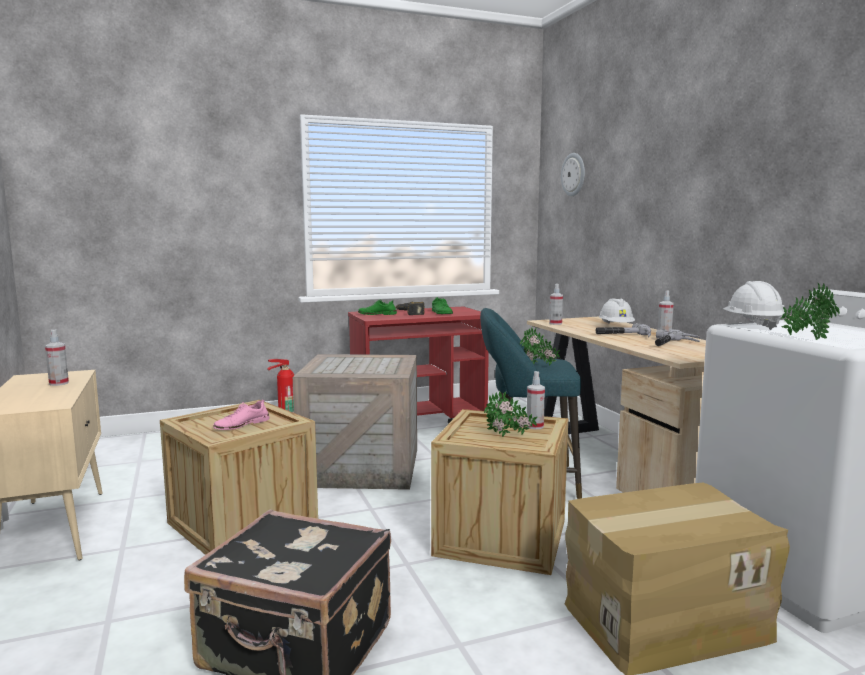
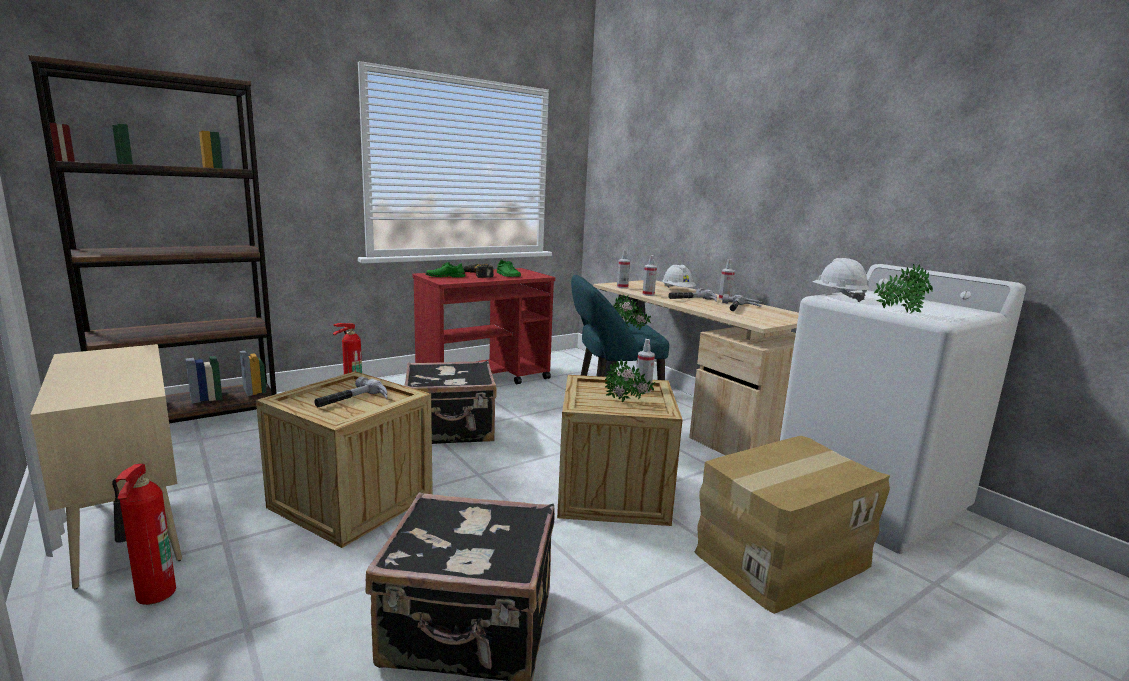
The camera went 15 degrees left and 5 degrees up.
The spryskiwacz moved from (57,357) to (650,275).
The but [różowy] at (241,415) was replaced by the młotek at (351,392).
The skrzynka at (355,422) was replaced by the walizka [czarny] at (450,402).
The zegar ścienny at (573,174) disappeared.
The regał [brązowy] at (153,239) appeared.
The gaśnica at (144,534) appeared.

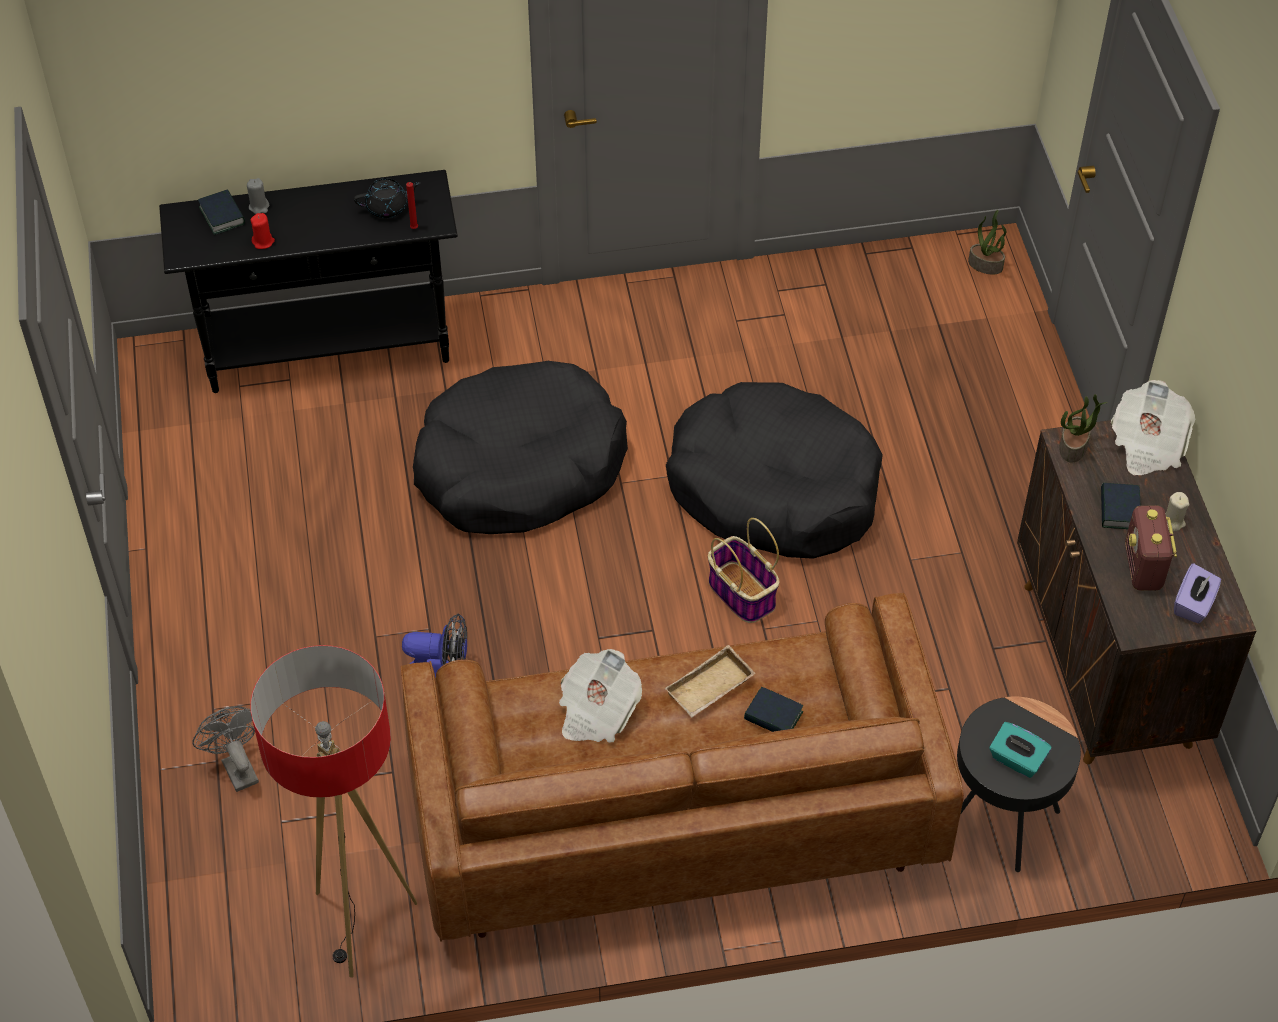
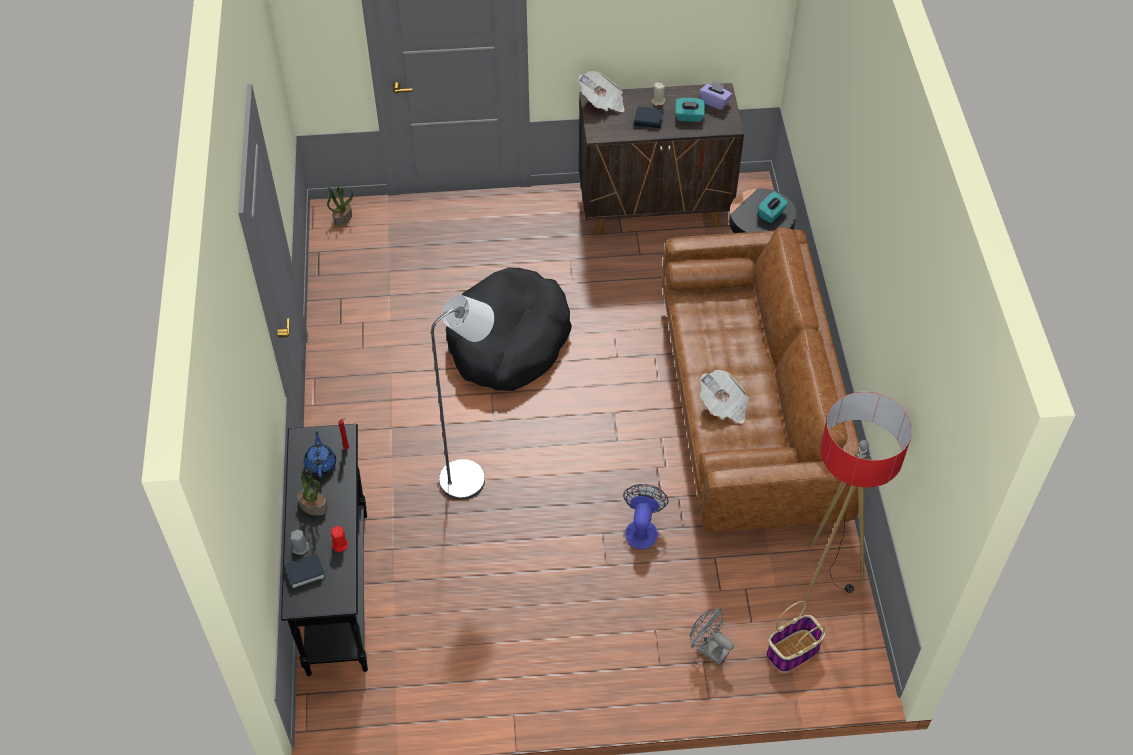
The camera went 85 degrees left and 0 degrees up.
The wentylator [szary] at (226,749) turned 60 degrees clockwise.
The imbryk [czarny] at (387,198) became the imbryk [niebieski] at (320,454).
The legowisko [czarny] at (520,447) was replaced by the lampa stojąca [szary] at (462,397).
The taca [beżowy] at (710,681) disappeared.
The koszyk moved from (744,570) to (795,636).
The książka at (774,709) disappeared.
The roślina doniczkowa moved from (1083,428) to (312,490).
The radio at (1151,548) was replaced by the pudełko chusteczek [turkusowy] at (690,110).

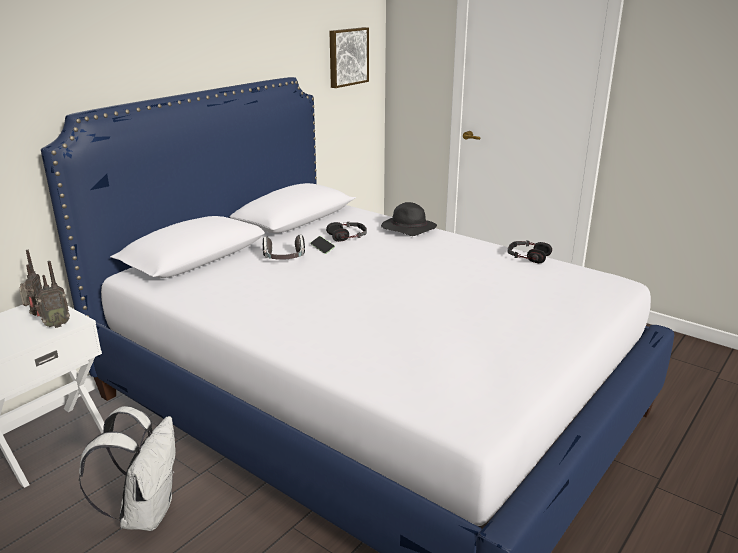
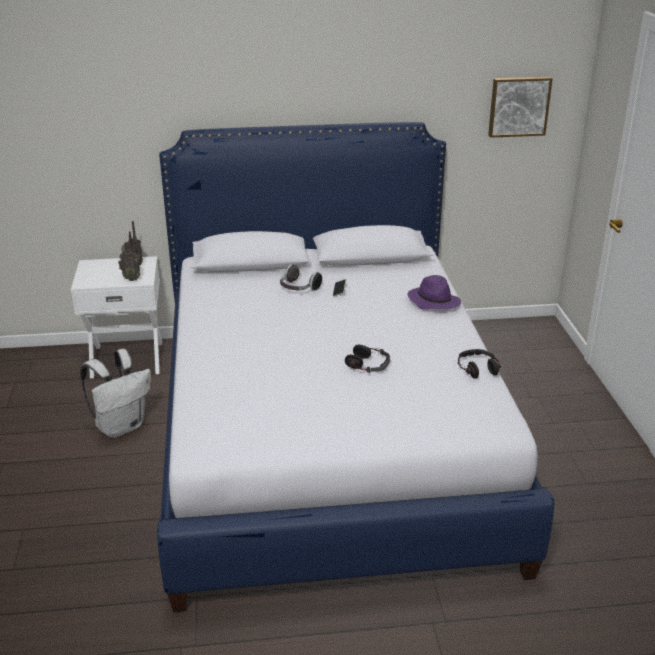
The camera went 45 degrees right and 5 degrees up.
The słuchawki moved from (346,232) to (367,359).
The kapelusz [czarny] at (409,219) became the kapelusz [fioletowy] at (434,292).

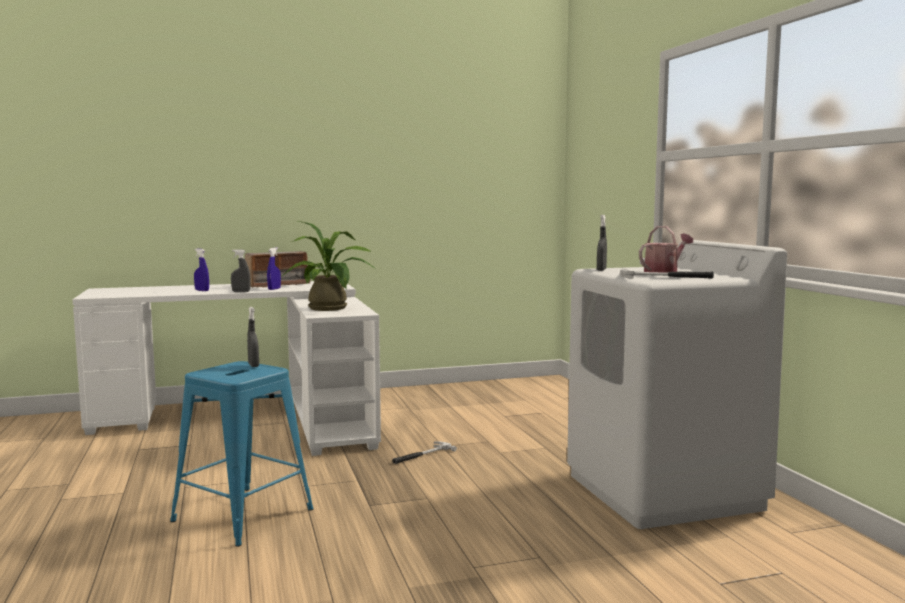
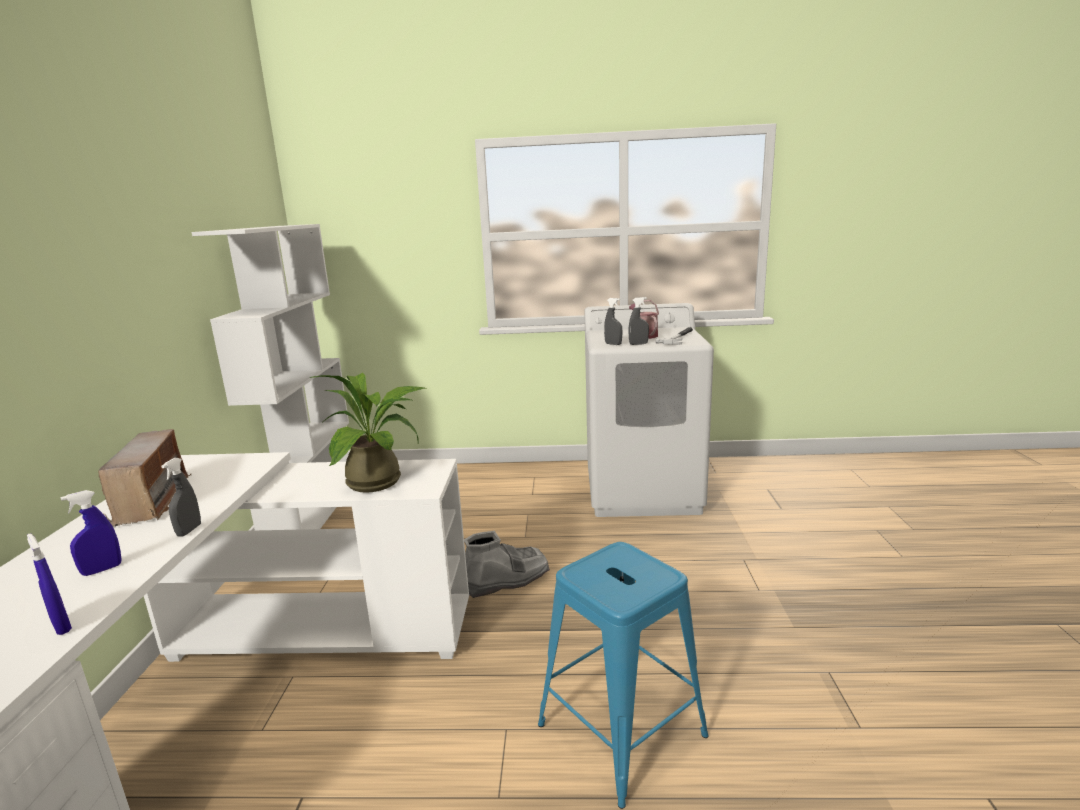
The camera went 70 degrees left and 10 degrees up.
The spryskiwacz [szary] moved from (253,337) to (638,321).
The spryskiwacz [niebieski] moved from (274,268) to (49,584).
The młotek at (424,452) was replaced by the but z cholewką [szary] at (507,564).
The regał [biały] at (270,377) appeared.

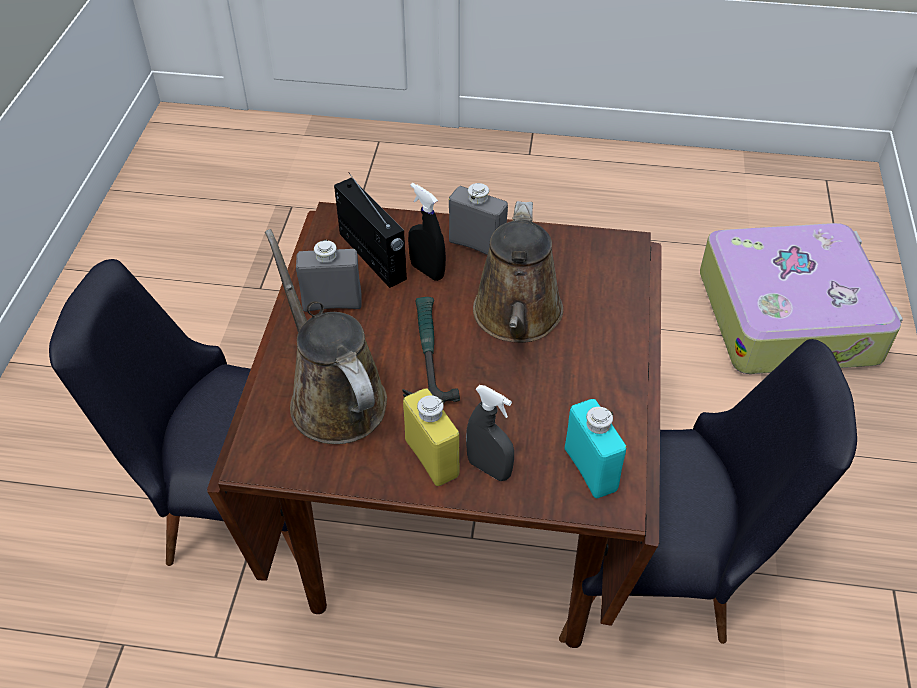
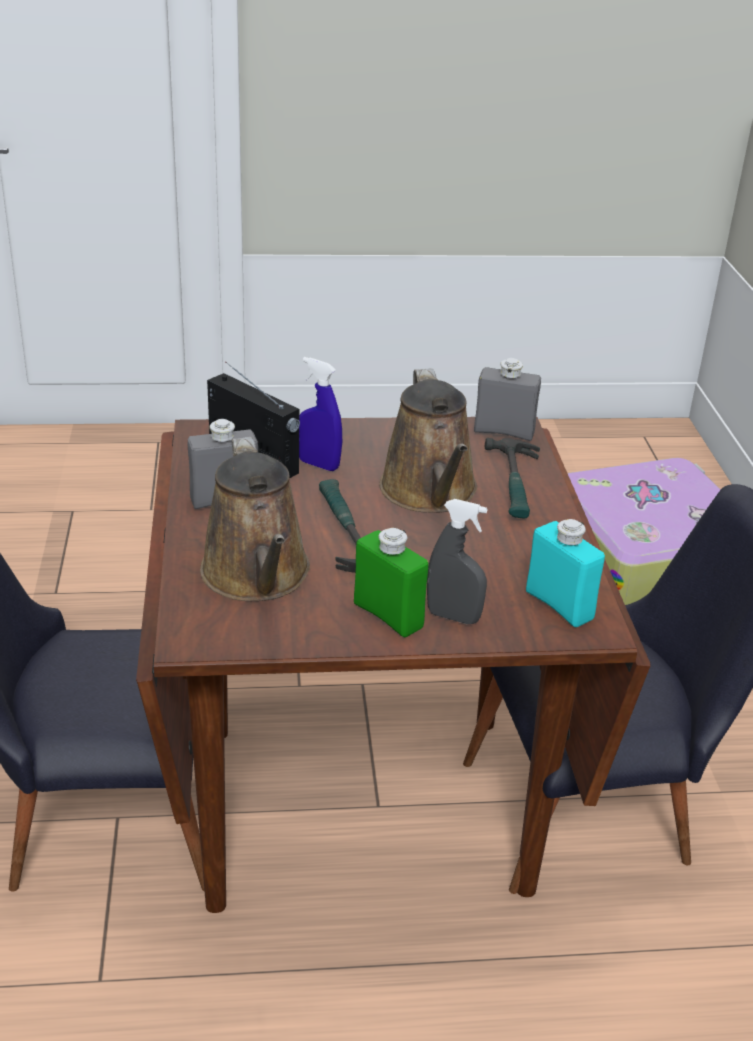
The camera went 15 degrees left and 15 degrees down.
The konewka [brązowy] at (326,336) turned 150 degrees counterclockwise.
The butelka [żółty] at (431,437) became the butelka [zielony] at (391,582).
The spryskiwacz [czarny] at (427,232) became the spryskiwacz [niebieski] at (320,414).
The butelka [szary] moved from (478,219) to (507,399).
The młotek at (512,478) appeared.

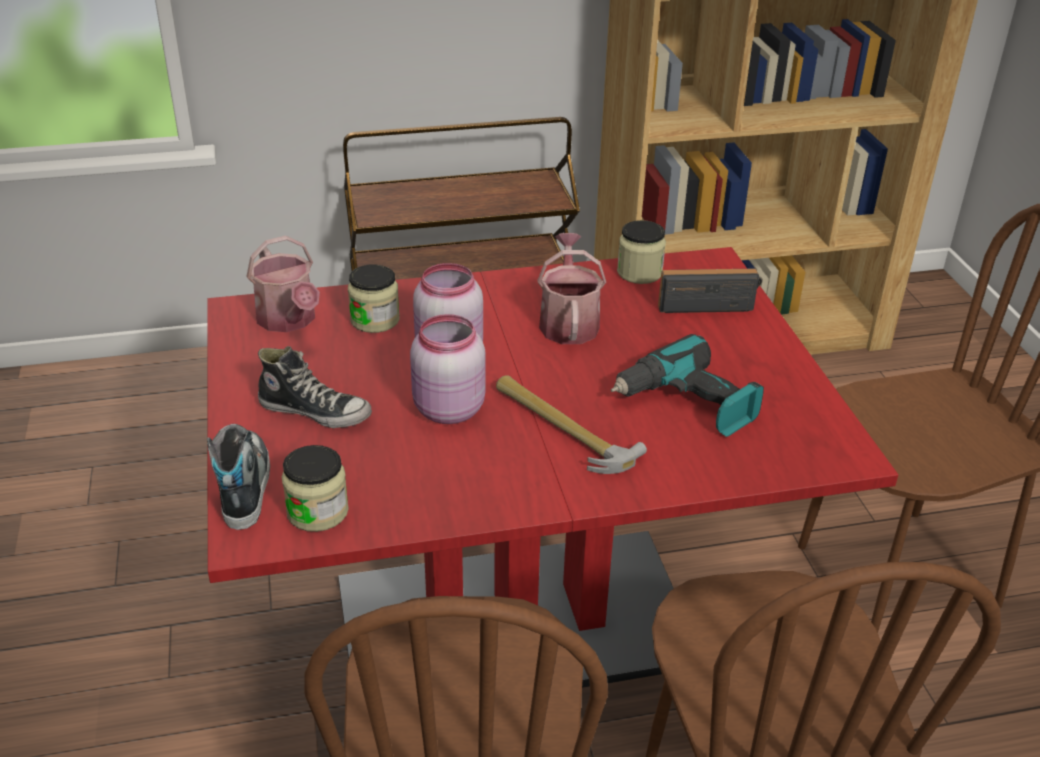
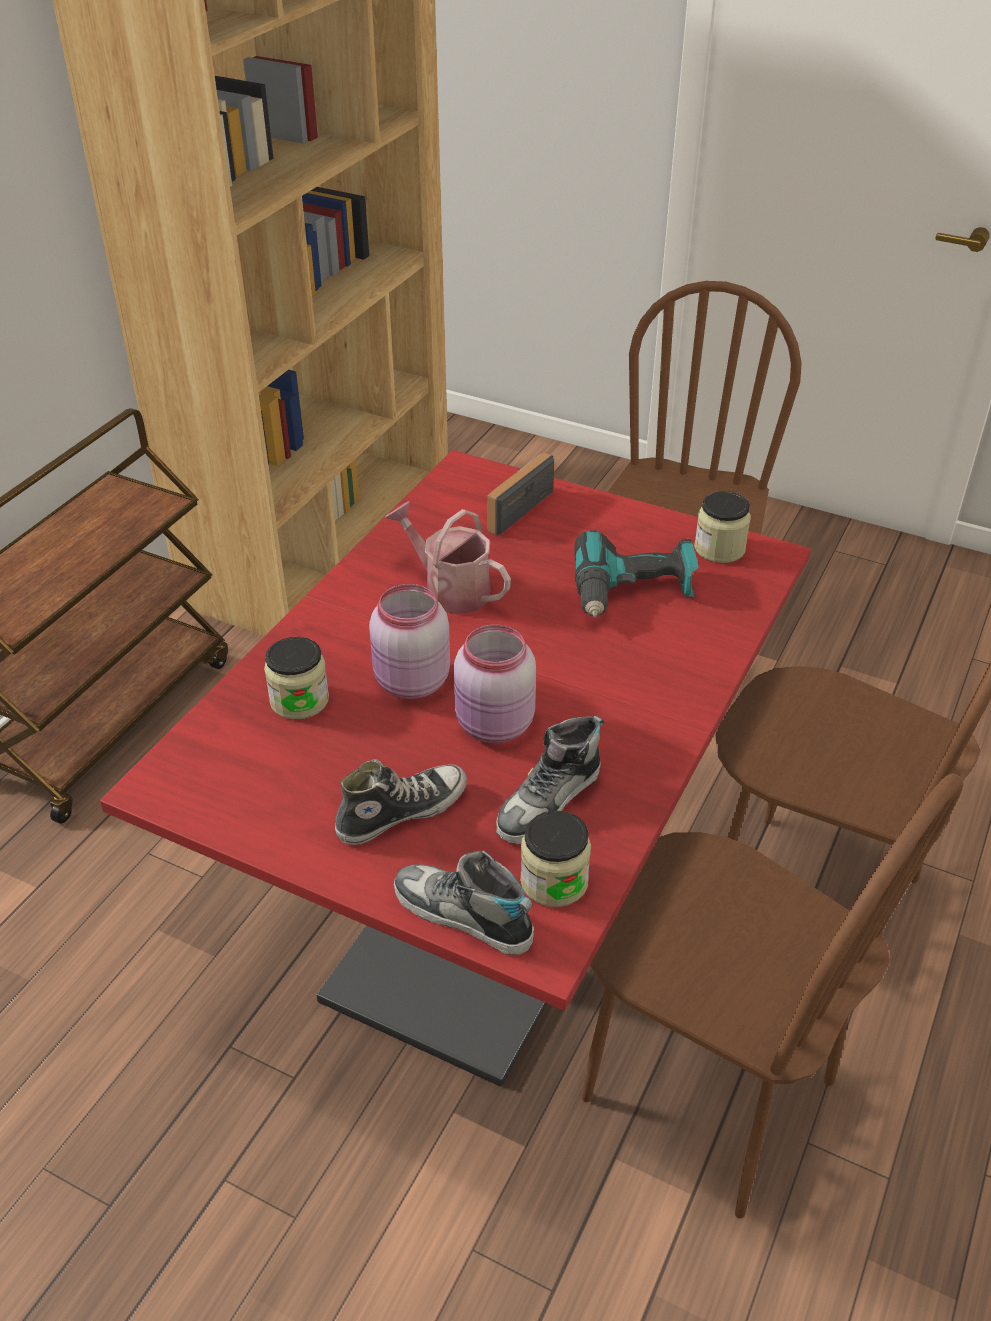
The camera went 50 degrees left and 5 degrees up.
The konewka at (283,284) disappeared.
The młotek at (571,425) disappeared.
The słoik moved from (641,252) to (722,527).
The but at (550,780) appeared.

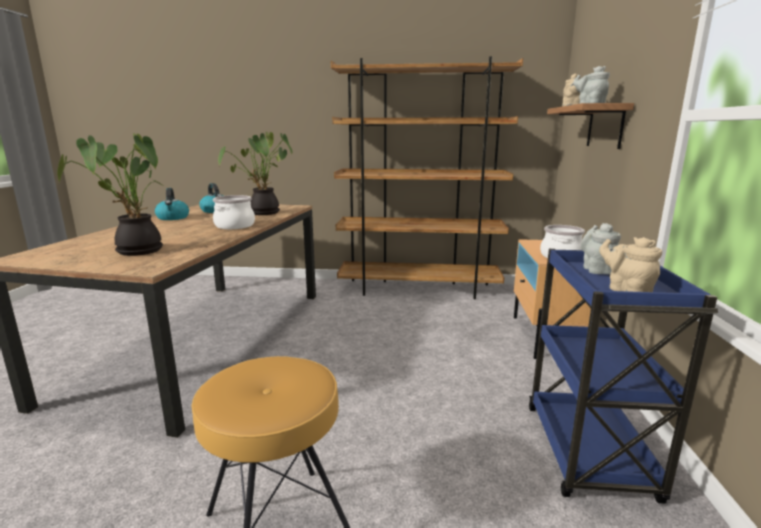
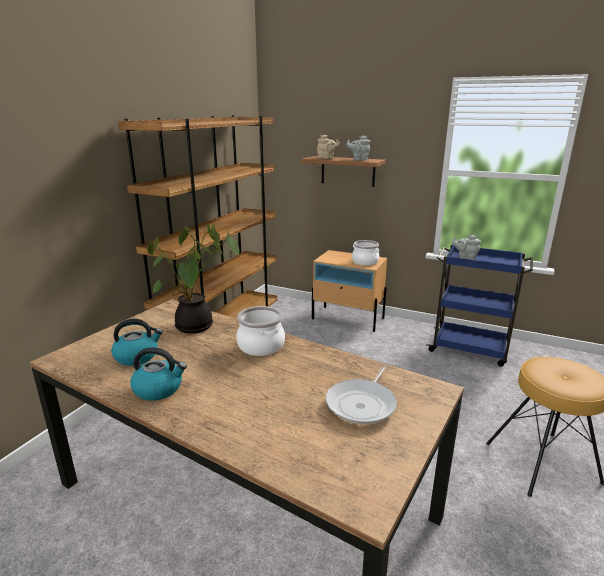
The camera went 70 degrees left and 5 degrees up.
The roślina doniczkowa at (110,194) was replaced by the patelnia at (361,395).
The imbryk [beżowy] at (630,264) disappeared.

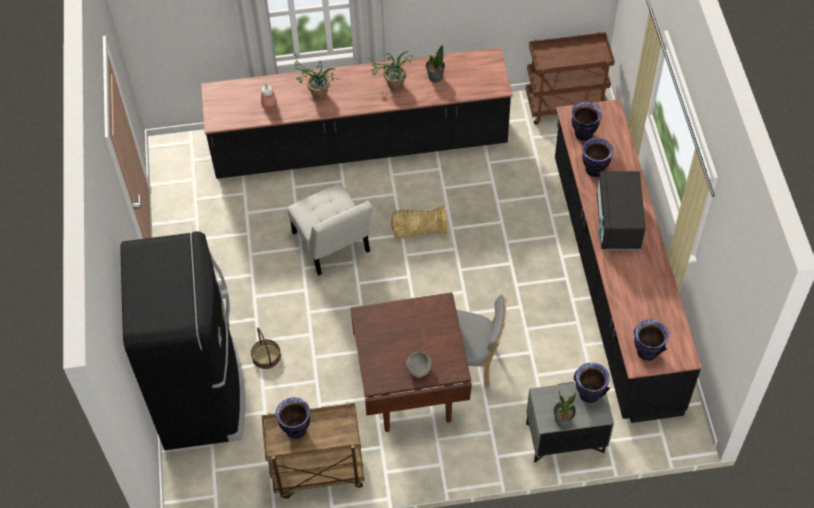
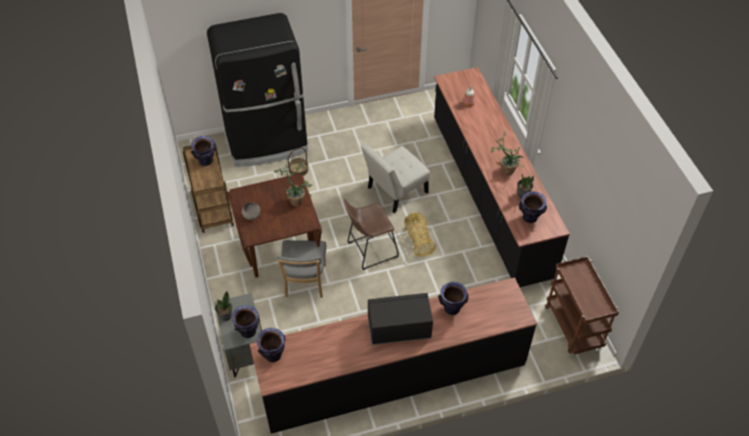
The camera went 80 degrees right and 5 degrees down.
The roślina doniczkowa moved from (316,76) to (293,184).
The wazon moved from (587,121) to (533,207).
The stołek [brązowy] at (371,234) appeared.

